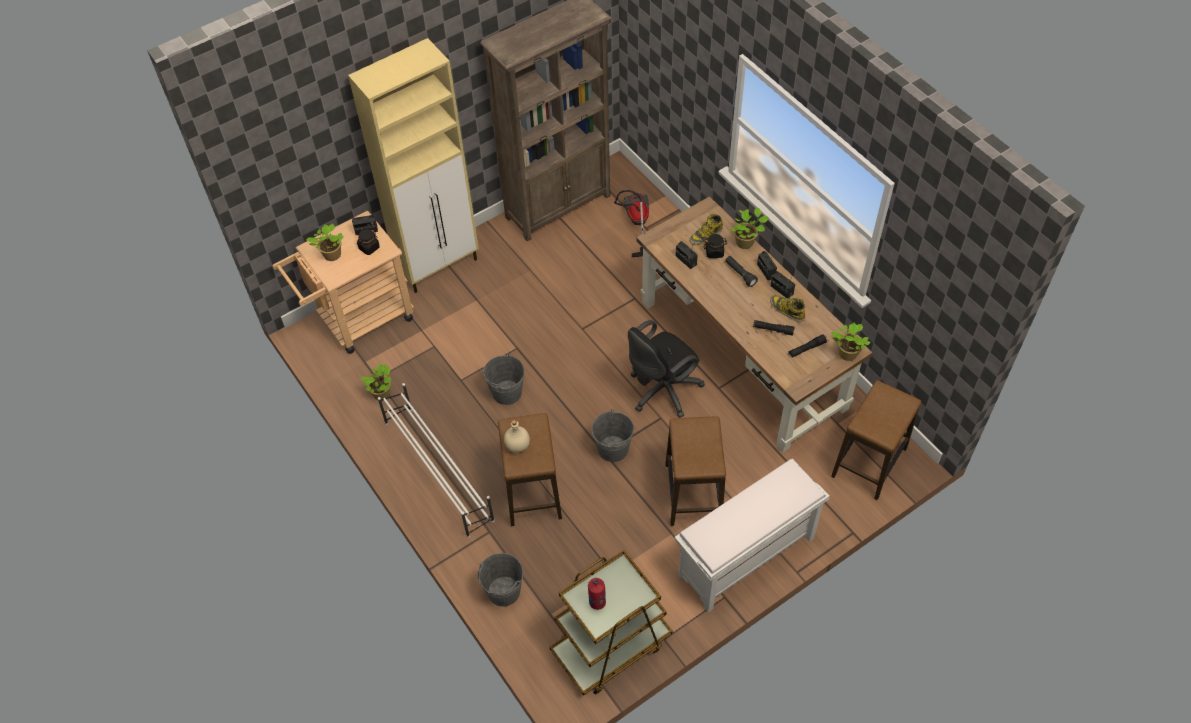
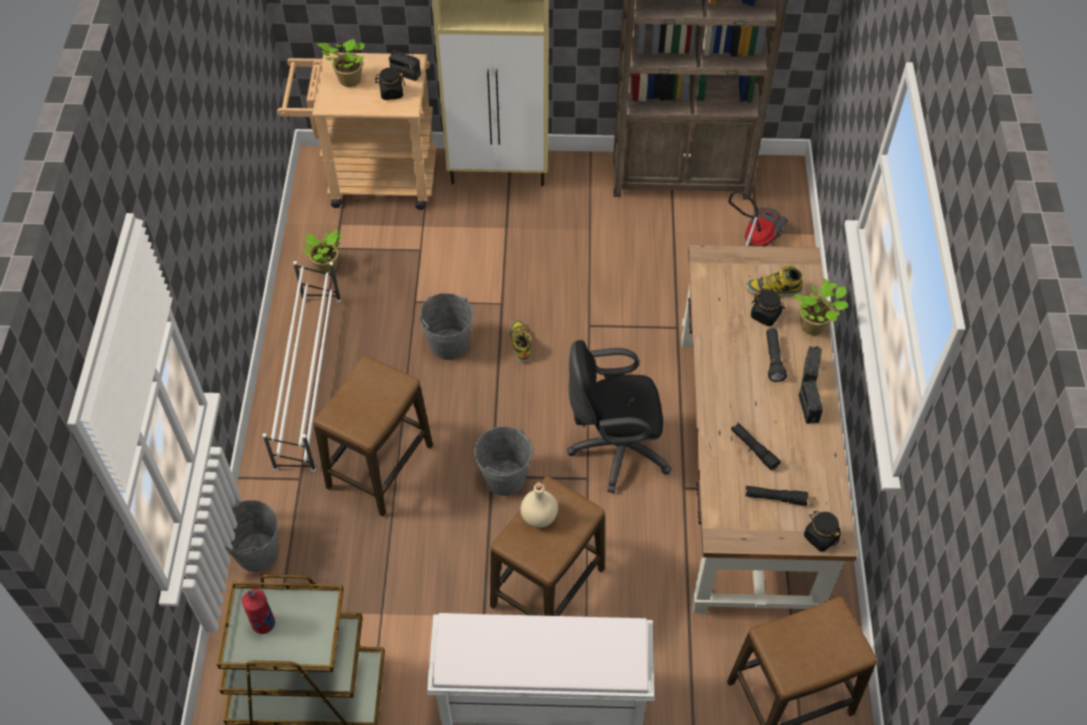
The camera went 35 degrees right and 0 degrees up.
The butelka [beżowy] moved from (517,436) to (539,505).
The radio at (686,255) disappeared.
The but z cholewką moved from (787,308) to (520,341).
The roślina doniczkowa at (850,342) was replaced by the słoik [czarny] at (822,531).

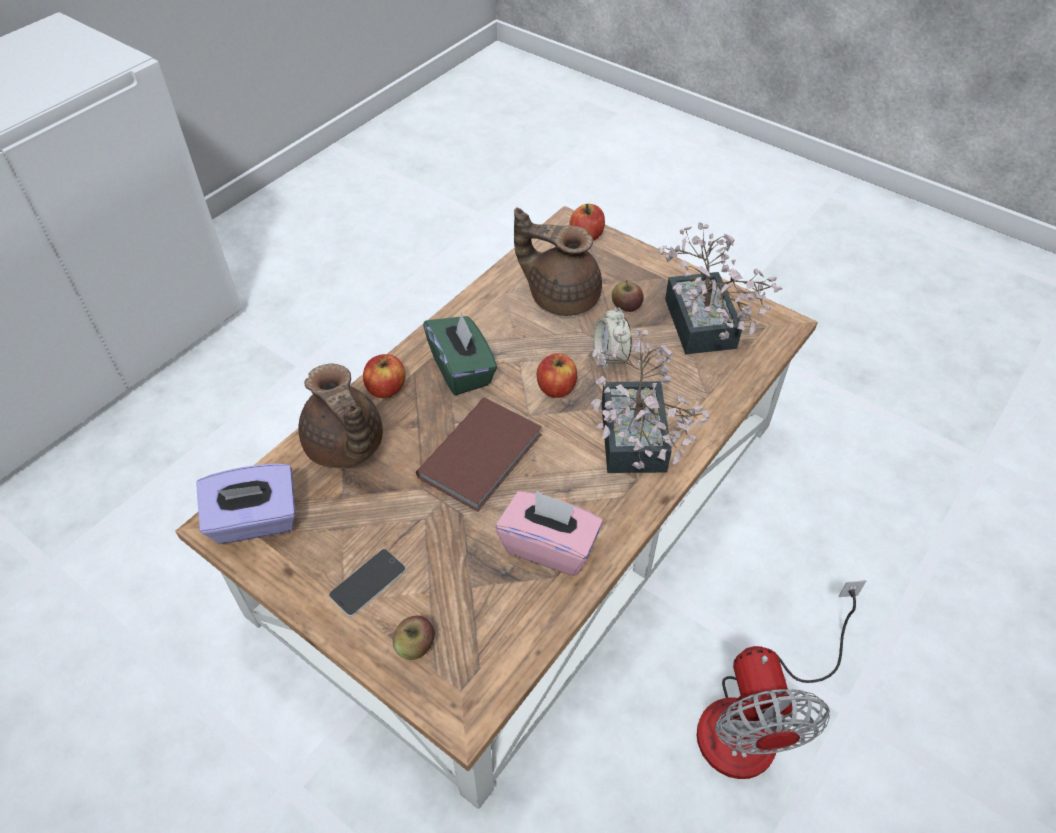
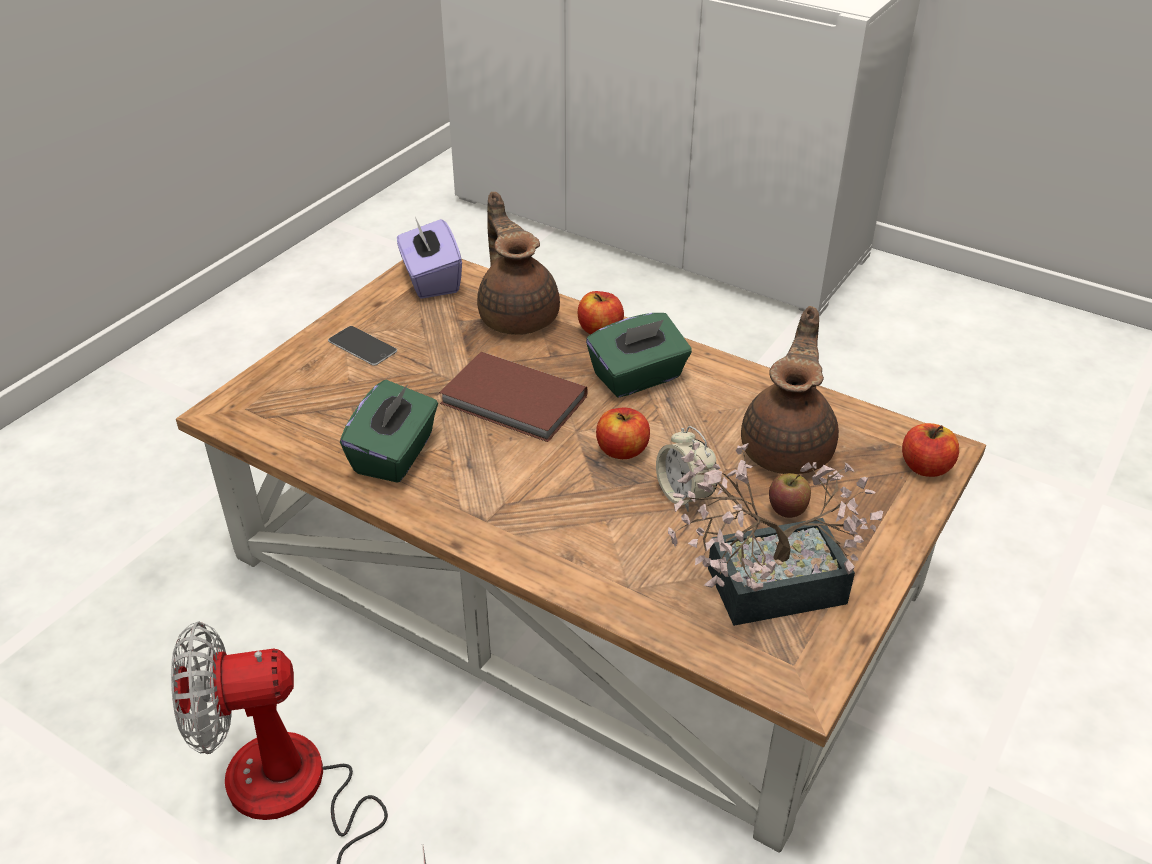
The camera went 85 degrees right and 10 degrees down.
The imbryk [brązowy] at (340,416) turned 105 degrees clockwise.
The jabłko at (414,638) disappeared.
The pudełko chusteczek [różowy] at (549,533) became the pudełko chusteczek [zielony] at (389,431).
The roślina doniczkowa at (649,400) disappeared.
The budzik at (612,338) turned 105 degrees counterclockwise.

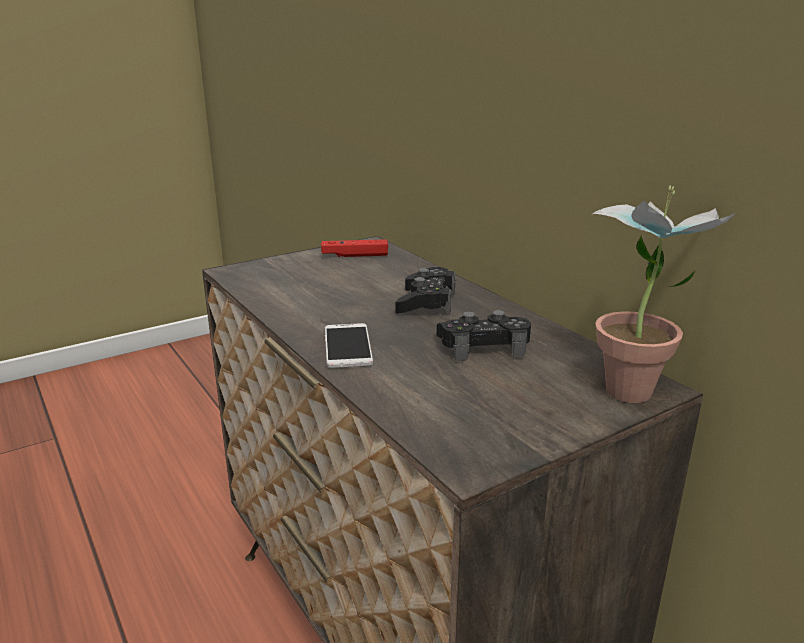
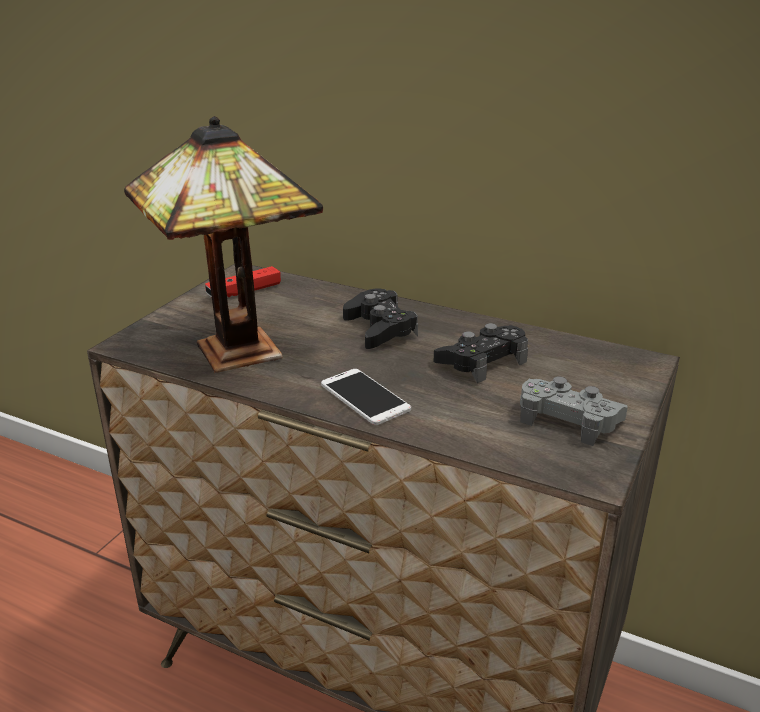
The camera went 30 degrees left and 5 degrees up.
The roślina doniczkowa at (663,294) disappeared.
The lampa stołowa at (223,244) appeared.
The pad do gier [szary] at (574,411) appeared.

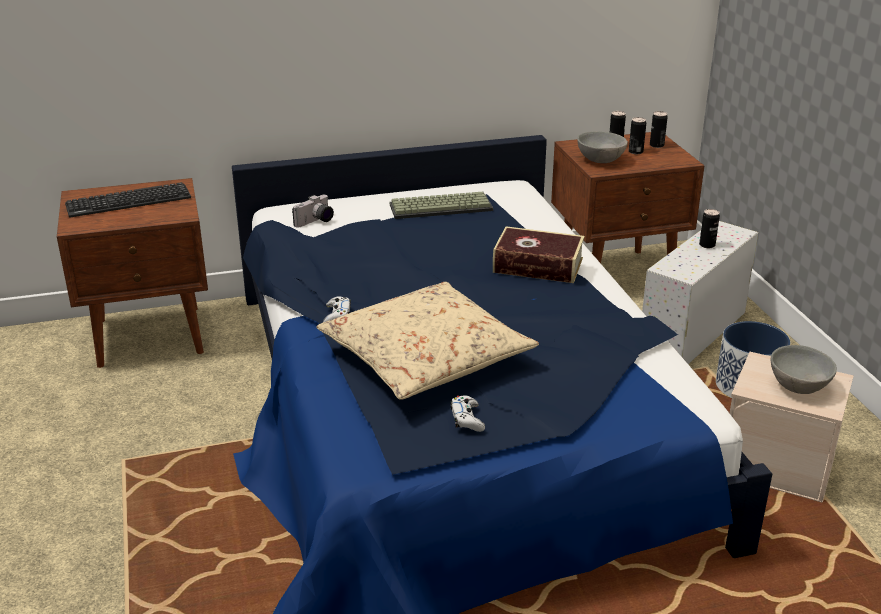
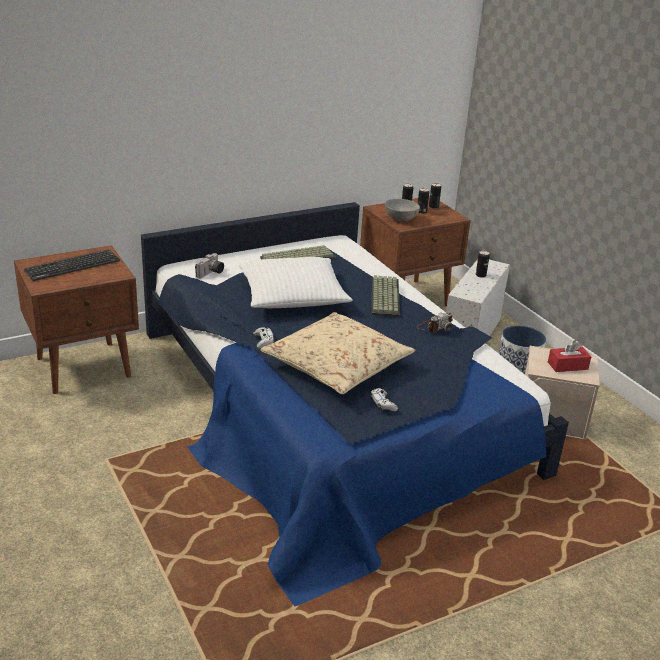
The camera went 15 degrees left and 0 degrees up.
The książka at (538,254) was replaced by the klawiatura at (386,296).
The miska [szary] at (804,369) was replaced by the pudełko chusteczek [czerwony] at (569,356).
The poduszka [biały] at (295,282) appeared.
The aparat fotograficzny at (435,322) appeared.

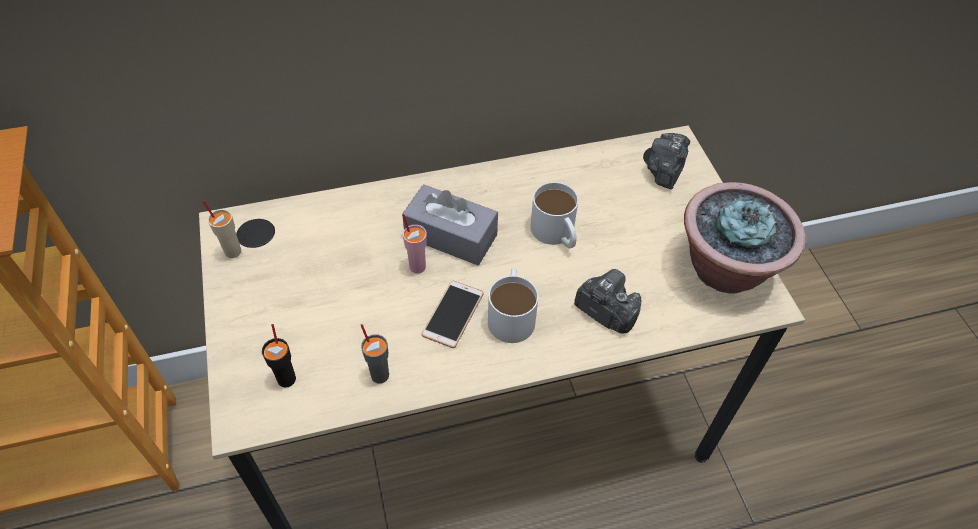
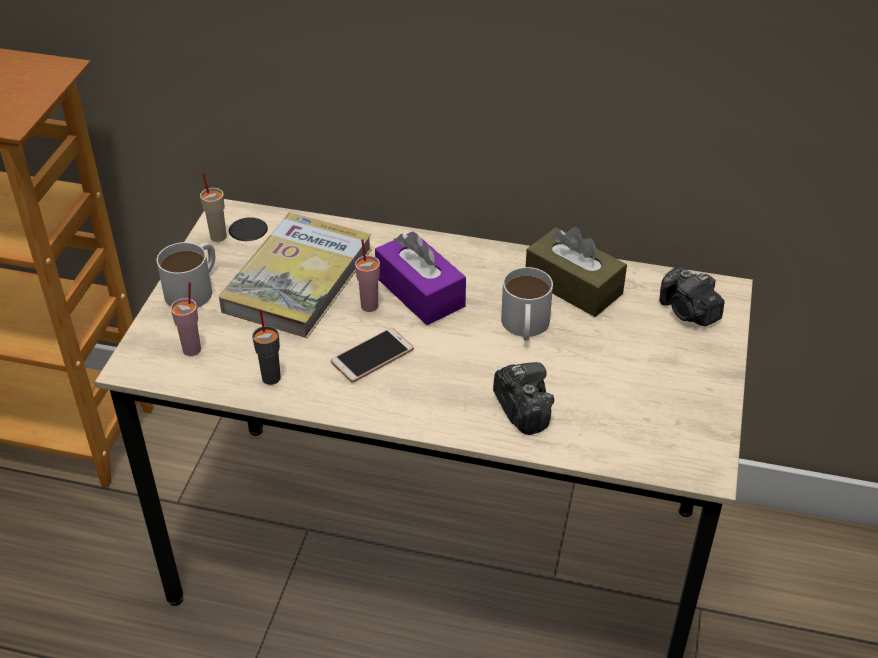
The camera went 30 degrees right and 10 degrees down.
The filiżanka [czarny] at (279,356) became the filiżanka [różowy] at (185,319).
The pudełko chusteczek [szary] at (450,224) became the pudełko chusteczek [fioletowy] at (420,278).
The kubek [biały] moved from (513,305) to (186,275).
The aparat fotograficzny at (668,161) turned 90 degrees counterclockwise.
The roślina doniczkowa at (744,238) disappeared.
The książka at (295,275) appeared.
The pudełko chusteczek [brązowy] at (576,272) appeared.

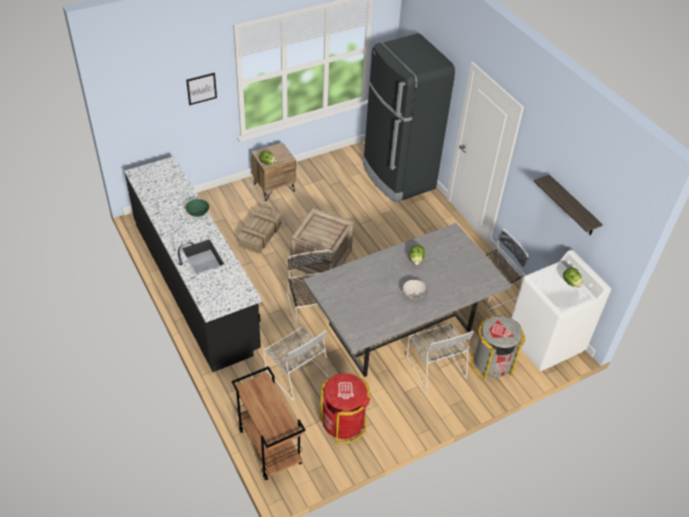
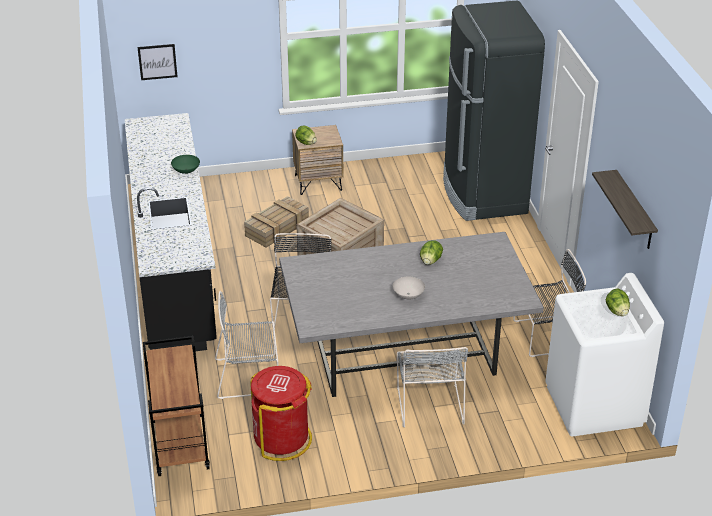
The camera went 20 degrees right and 10 degrees down.
The obraz moved from (201,89) to (158,62).
The krzesło [szary] at (296,364) turned 105 degrees clockwise.
The kosz na śmieci [szary] at (498,347) disappeared.

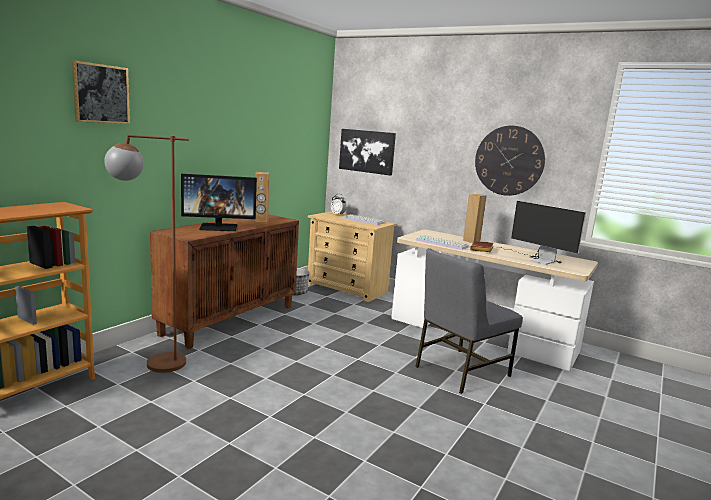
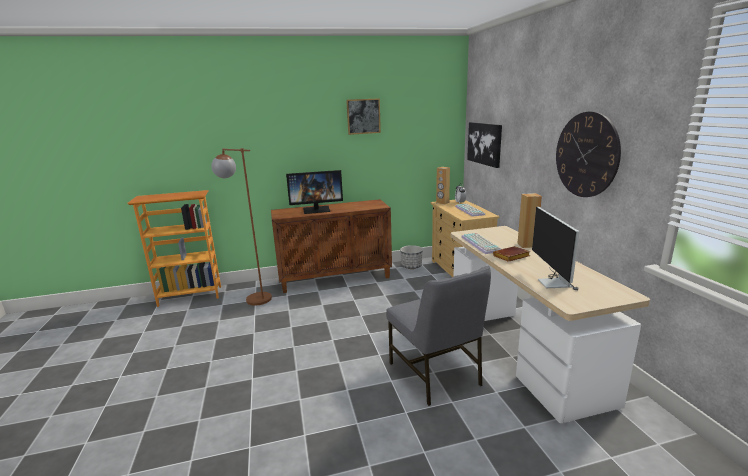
The camera went 45 degrees right and 5 degrees up.
The obraz moved from (101,92) to (363,116).
The monitor at (219,202) turned 45 degrees counterclockwise.
The głośnik [brązowy] moved from (261,197) to (443,186).
The krzesło [szary] at (469,321) turned 120 degrees counterclockwise.

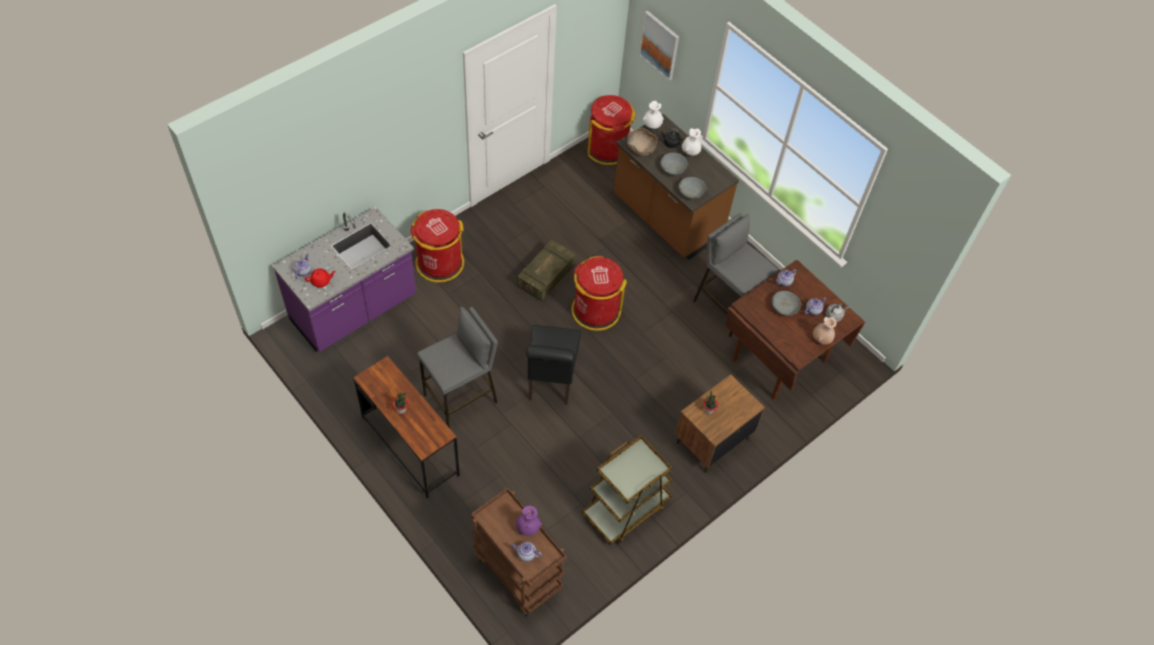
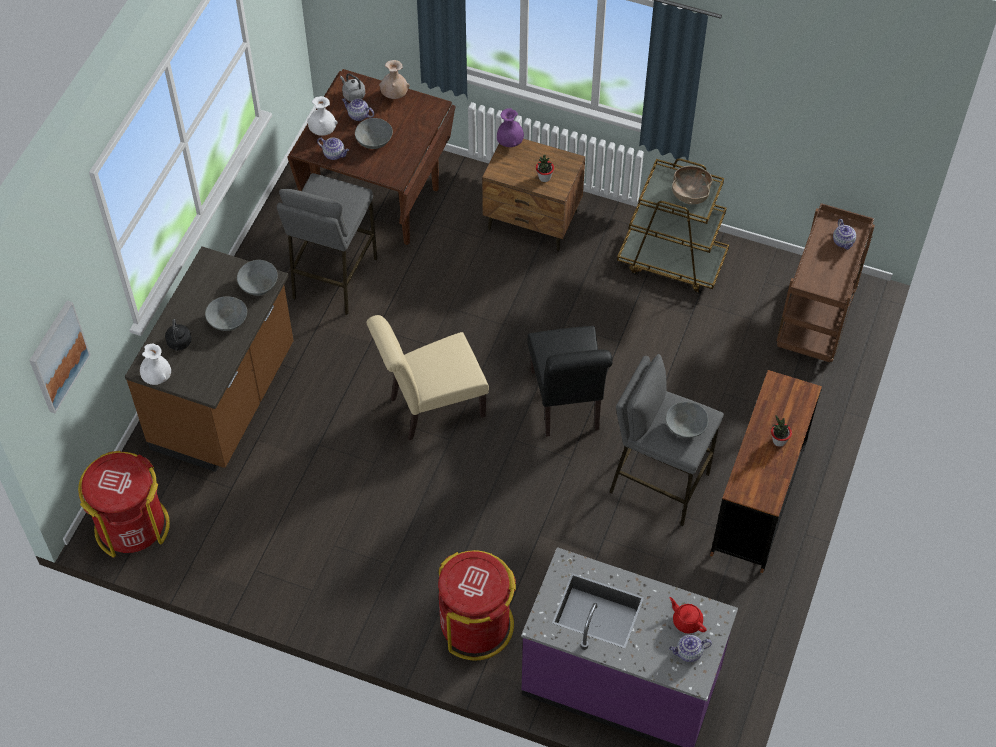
The camera went 115 degrees left and 0 degrees up.
The wazon [fioletowy] moved from (528,521) to (510,127).
The skrzynka at (546,270) disappeared.
The krzesło [czarny] at (553,365) turned 105 degrees clockwise.
The kosz na śmieci [czerwony] at (599,293) was replaced by the krzesło [beżowy] at (428,377).
The miska [brązowy] moved from (642,142) to (692,185).
The wazon [biały] moved from (691,142) to (322,116).
The miska [szary] at (687,420) appeared.

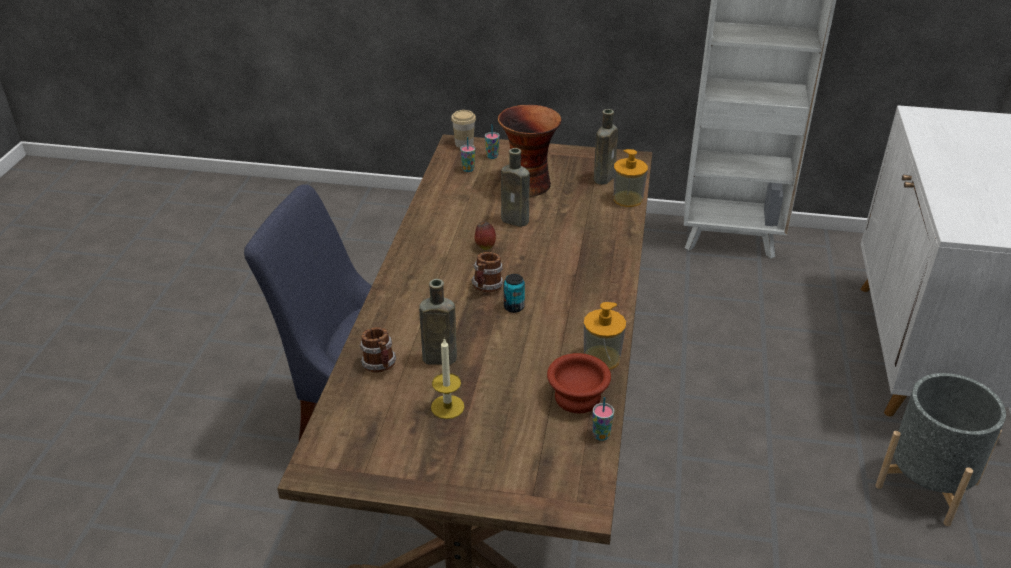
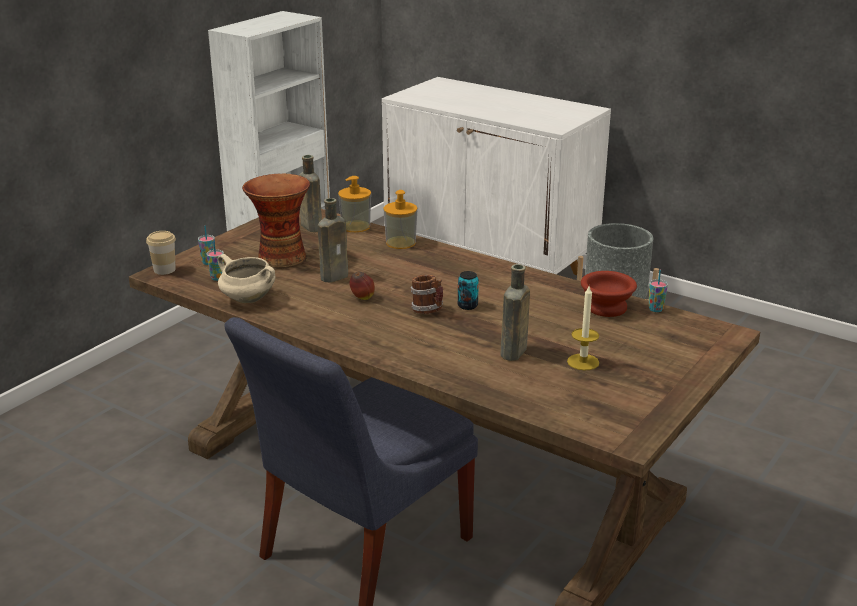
The camera went 65 degrees left and 10 degrees down.
The kubek at (378,350) disappeared.
The dozownik mydła moved from (605,336) to (400,219).
The garnek [beżowy] at (246,278) appeared.

